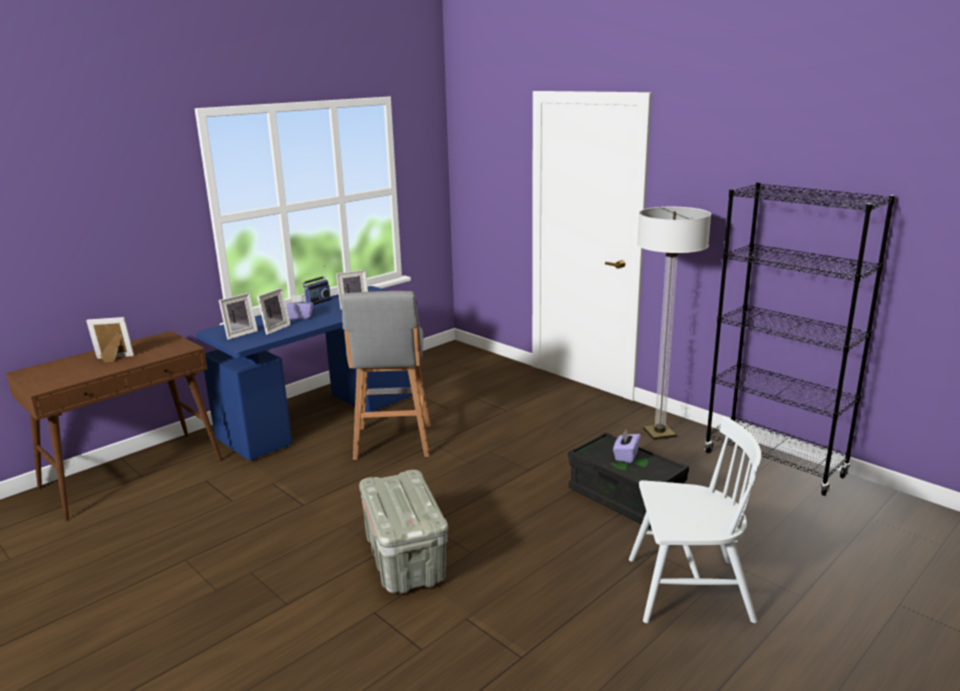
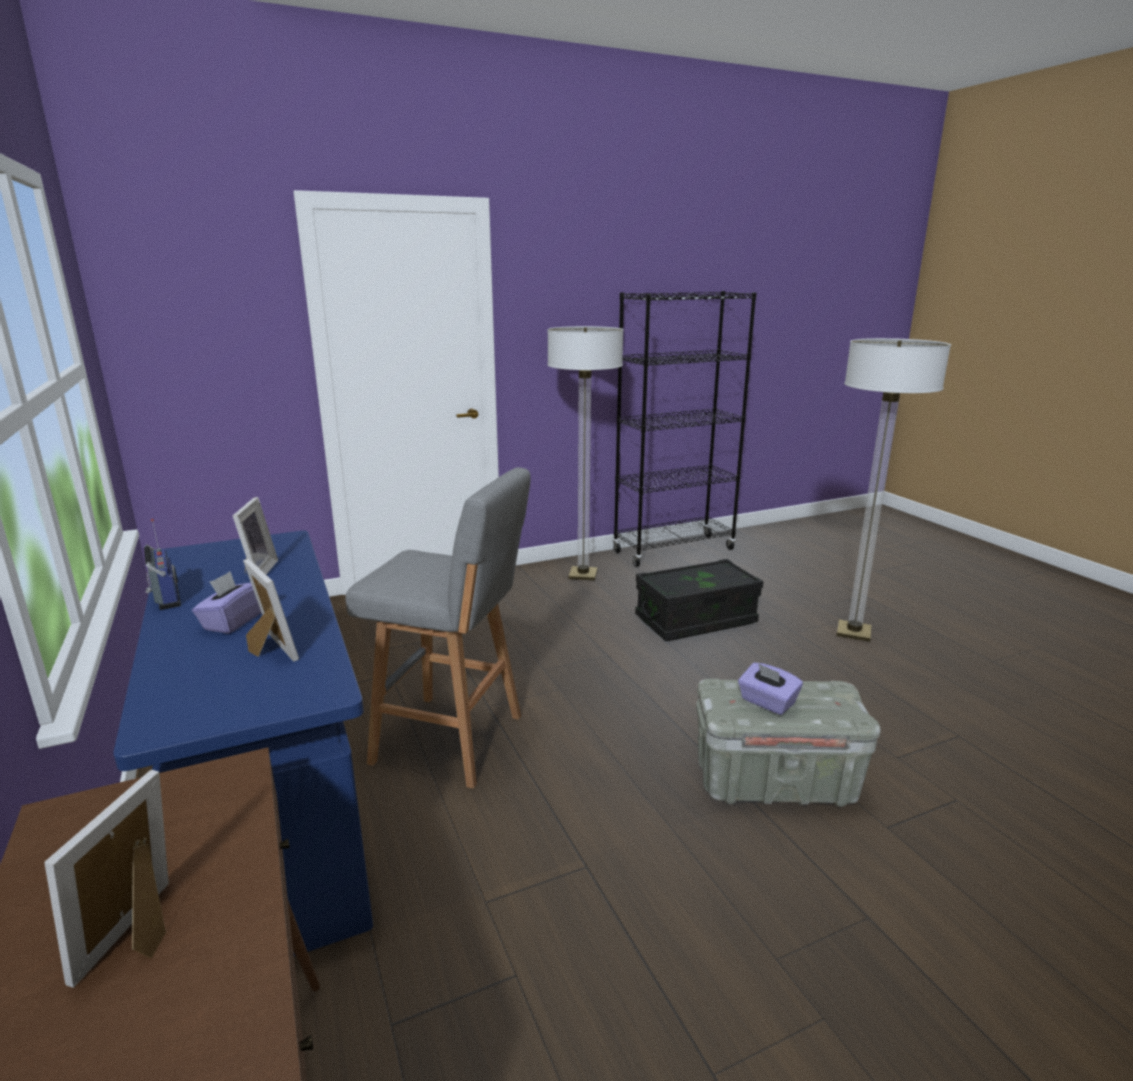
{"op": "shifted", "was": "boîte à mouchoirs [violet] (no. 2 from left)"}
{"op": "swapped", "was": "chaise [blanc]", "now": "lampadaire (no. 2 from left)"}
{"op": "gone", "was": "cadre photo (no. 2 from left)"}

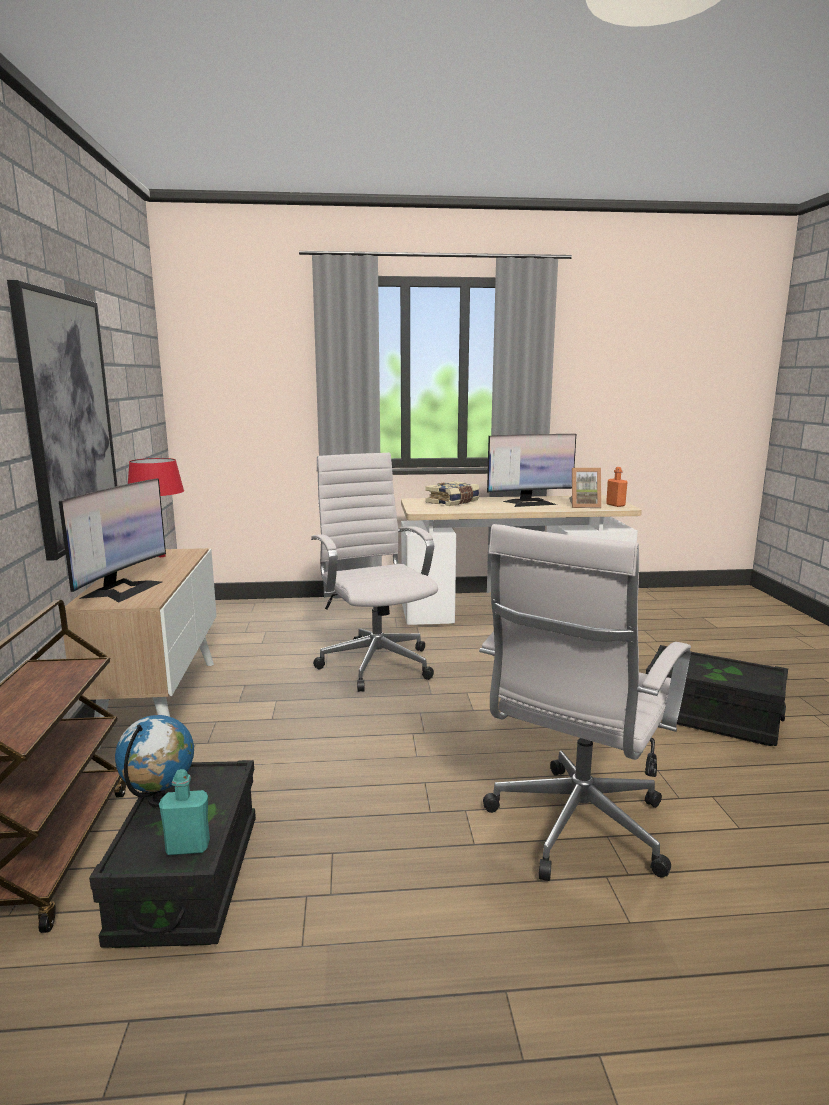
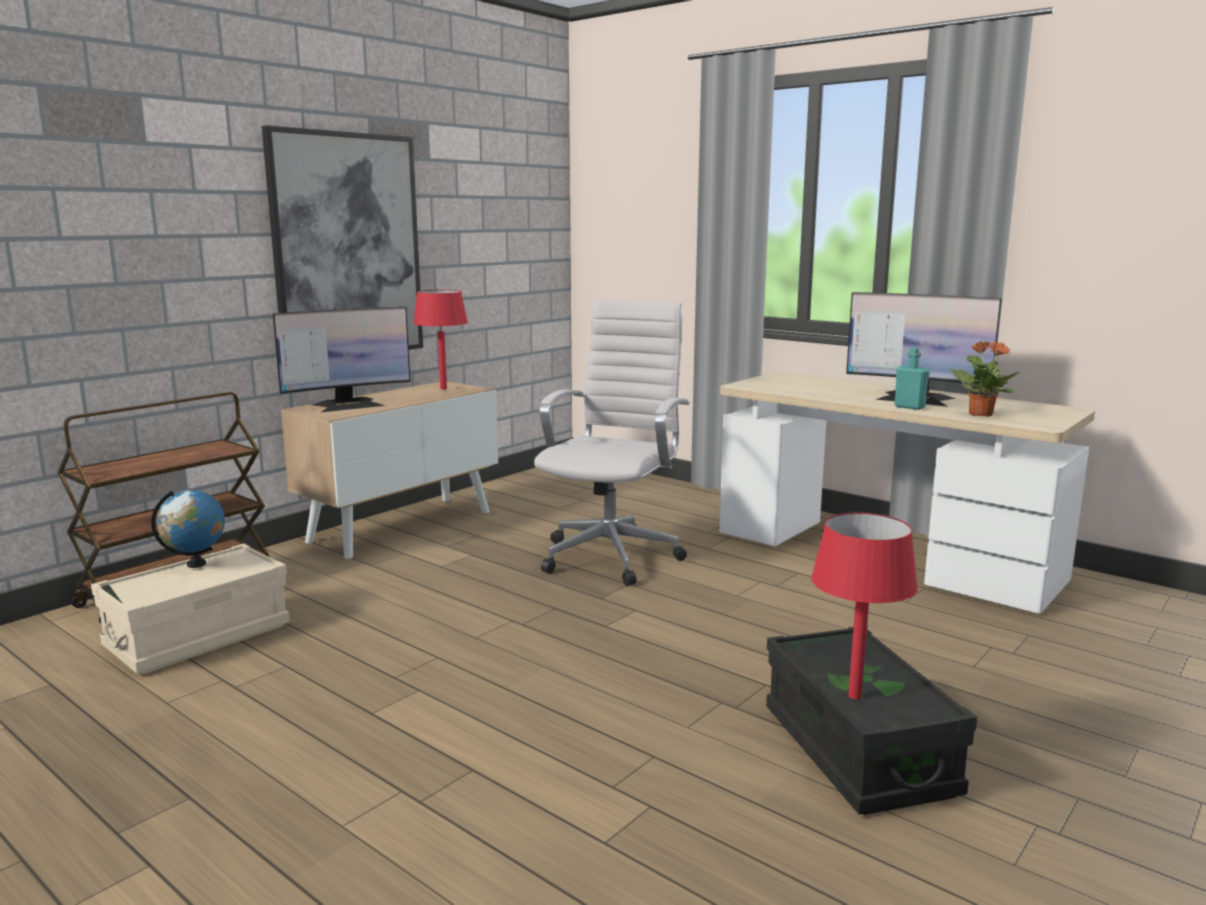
{"op": "repainted", "was": "boîte de rangement [noir] (no. 1 from left)", "now": "boîte de rangement [beige]"}
{"op": "new", "now": "lampe de table [rouge] (no. 2 from left)"}
{"op": "shifted", "was": "bouteille [turquoise]"}
{"op": "swapped", "was": "cadre photo", "now": "plante en pot"}
{"op": "gone", "was": "livre"}
{"op": "gone", "was": "chaise de bureau [blanc] (no. 2 from left)"}
{"op": "gone", "was": "bouteille [orange]"}

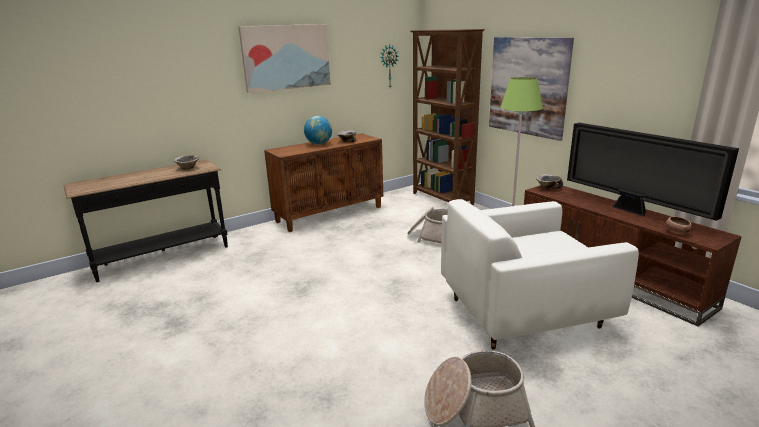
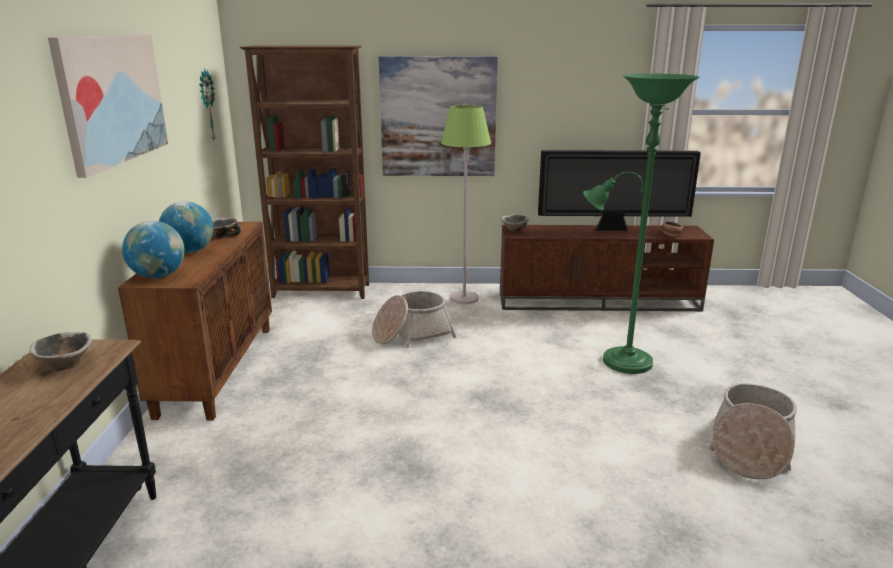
{"op": "new", "now": "globe (no. 1 from left)"}
{"op": "swapped", "was": "fauteuil [blanc]", "now": "lampadaire [vert] (no. 2 from left)"}

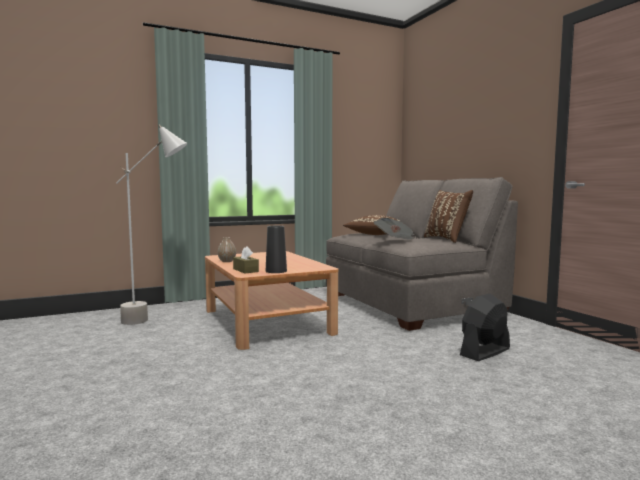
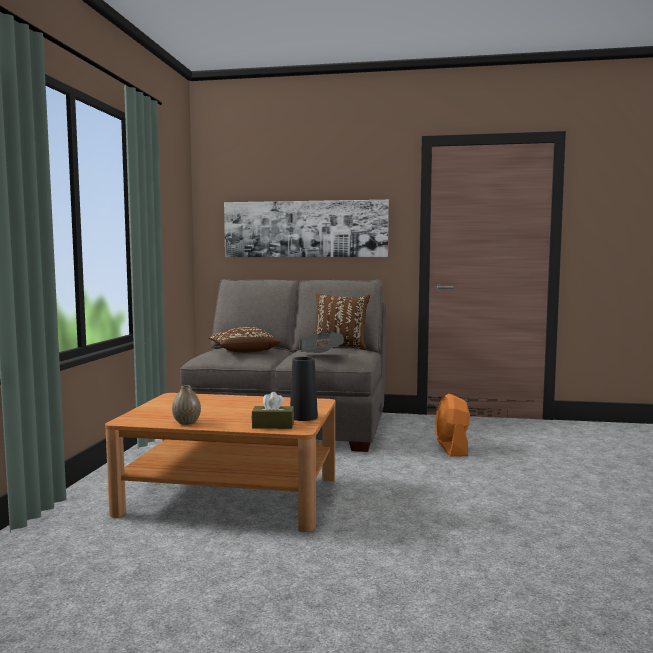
{"op": "new", "now": "tableau"}
{"op": "repainted", "was": "ventilateur [noir]", "now": "ventilateur [orange]"}
{"op": "gone", "was": "lampadaire [gris]"}

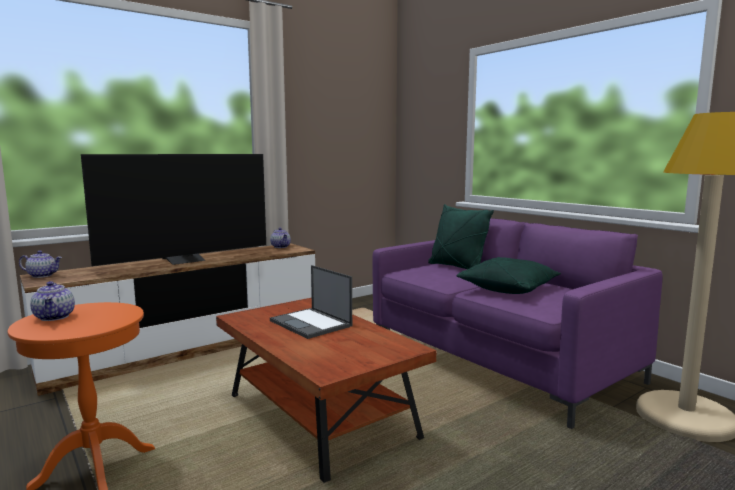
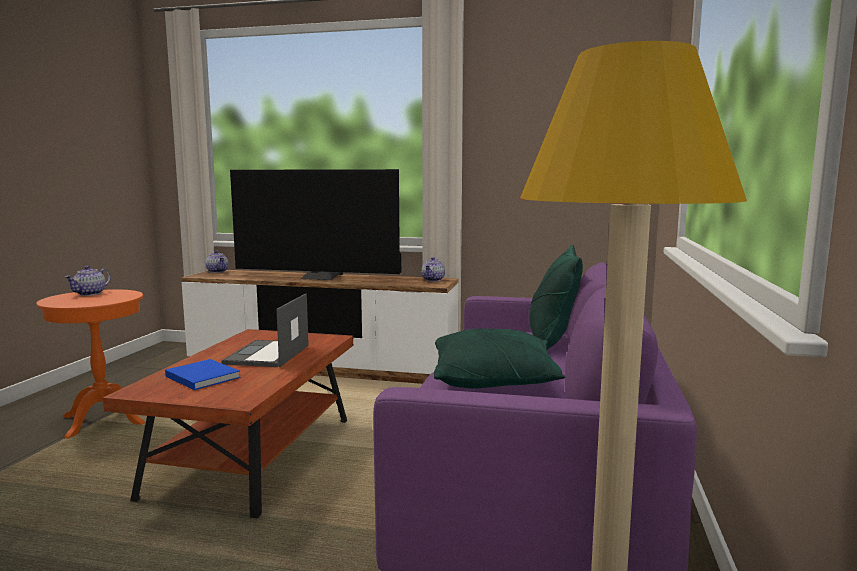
{"op": "new", "now": "livre [bleu]"}

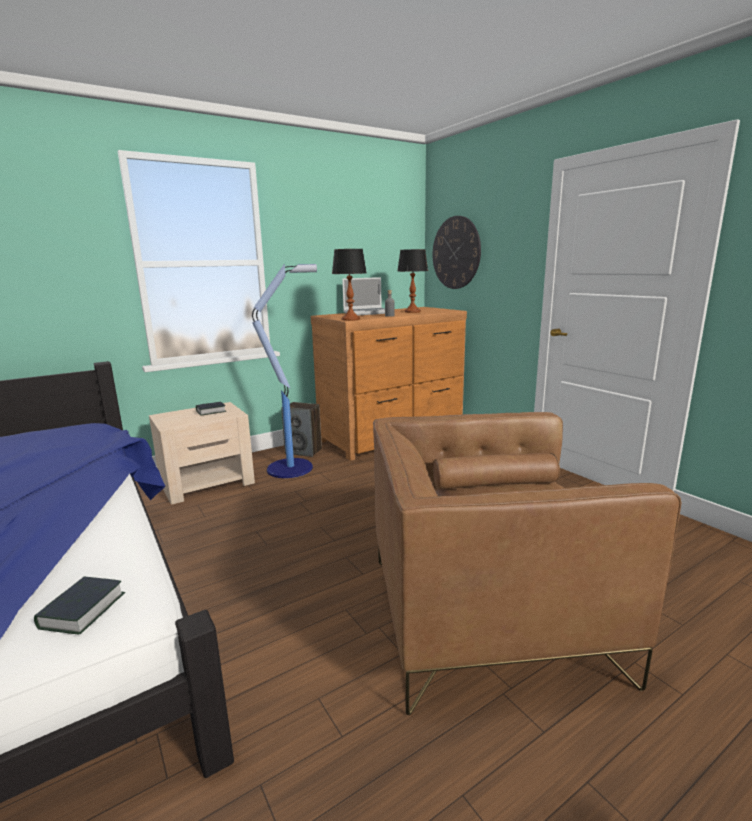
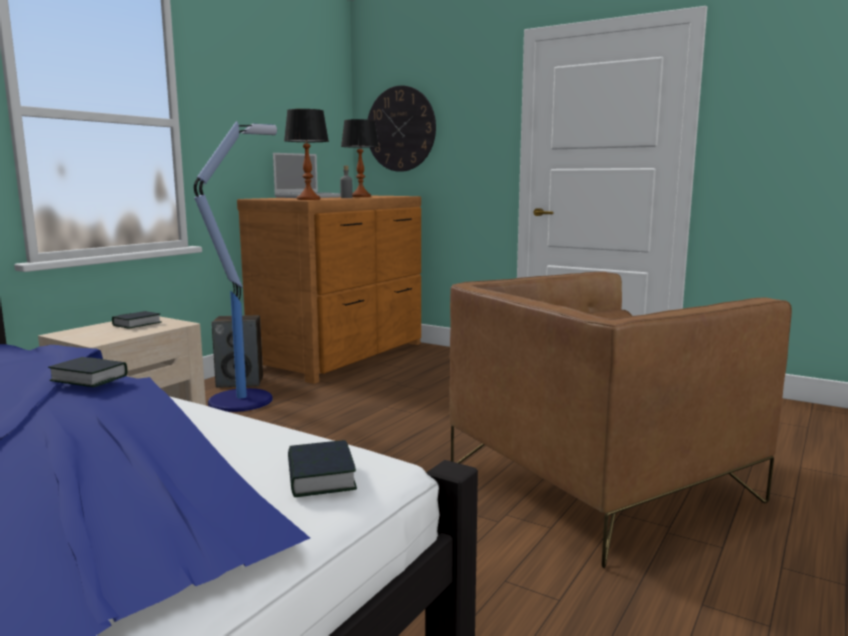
{"op": "new", "now": "livre (no. 1 from left)"}

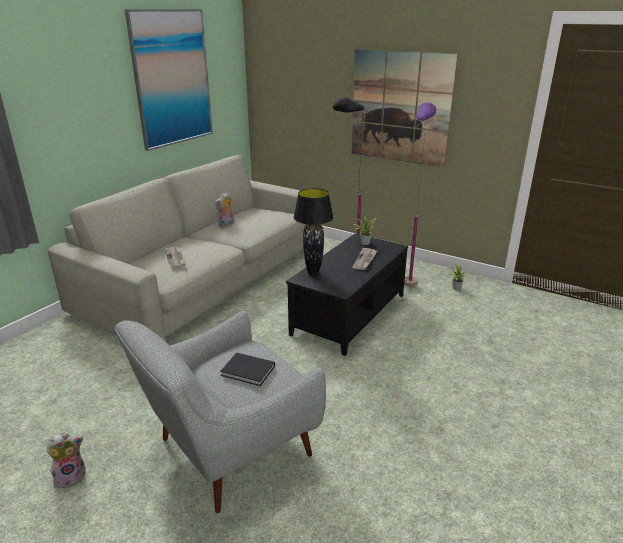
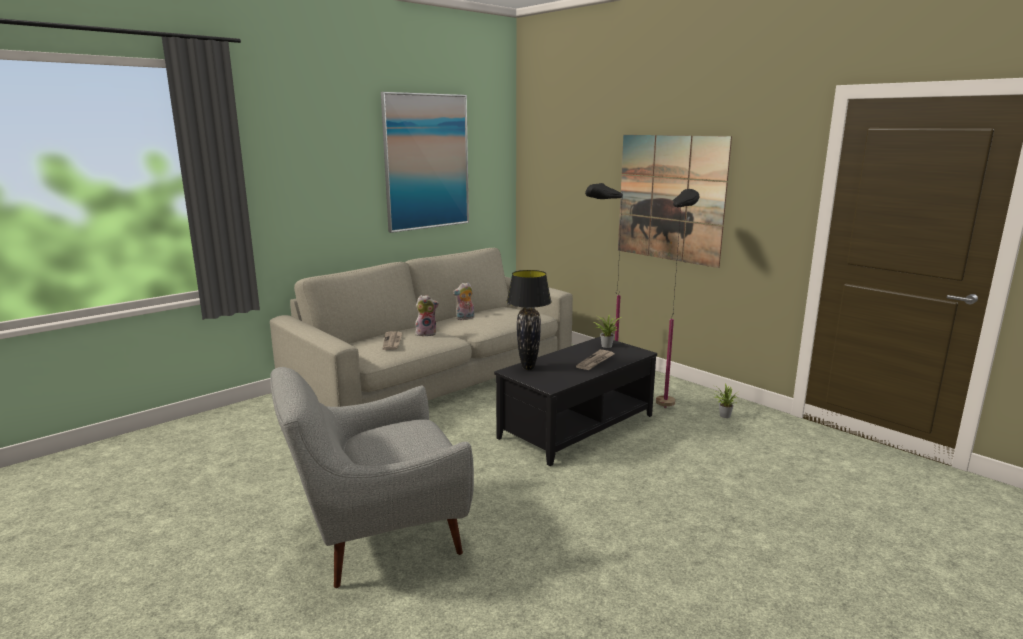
{"op": "shifted", "was": "peluche (no. 1 from left)"}
{"op": "repainted", "was": "lampadaire [violet]", "now": "lampadaire [noir] (no. 2 from left)"}
{"op": "gone", "was": "livre [noir]"}

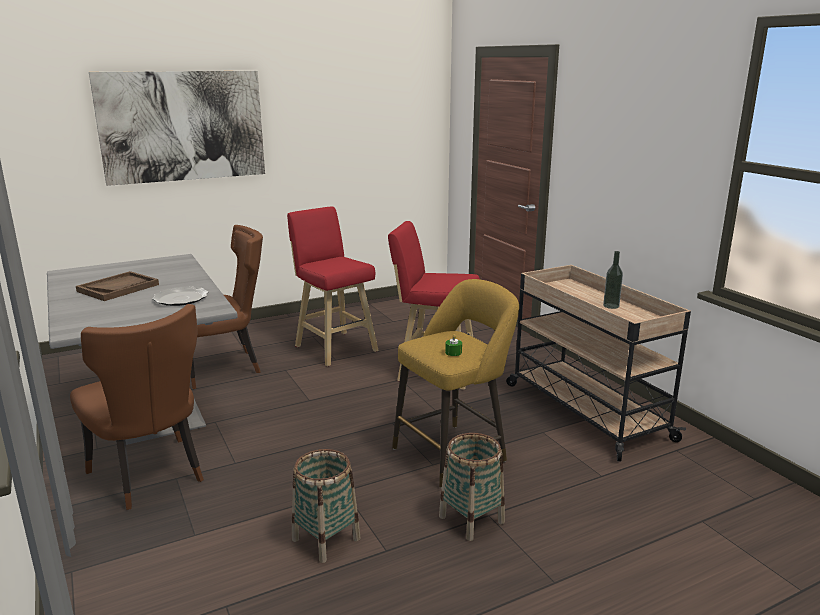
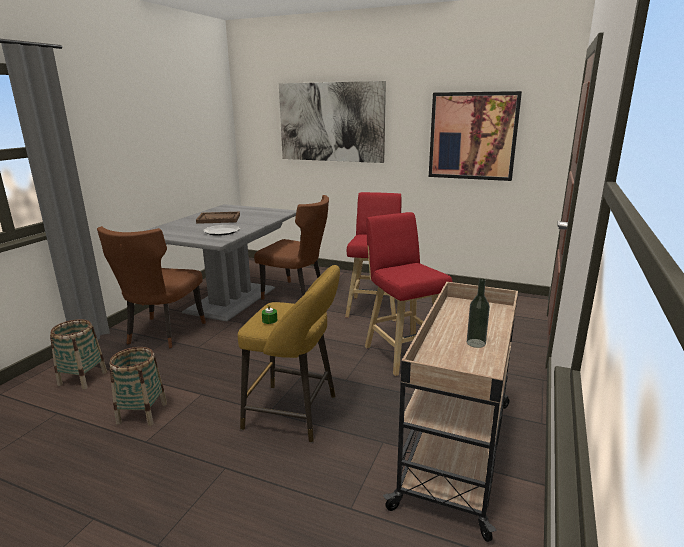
{"op": "shifted", "was": "panier (no. 2 from left in the first image)", "now": "panier (no. 1 from left)"}
{"op": "new", "now": "tableau (no. 2 from left)"}

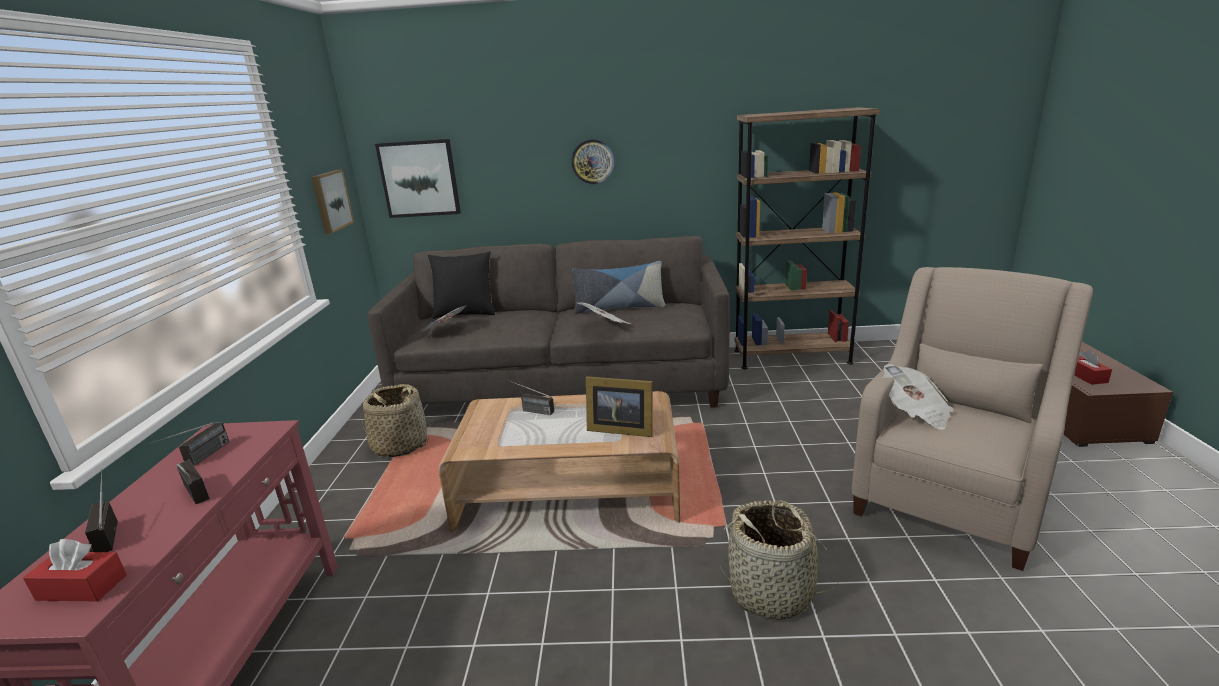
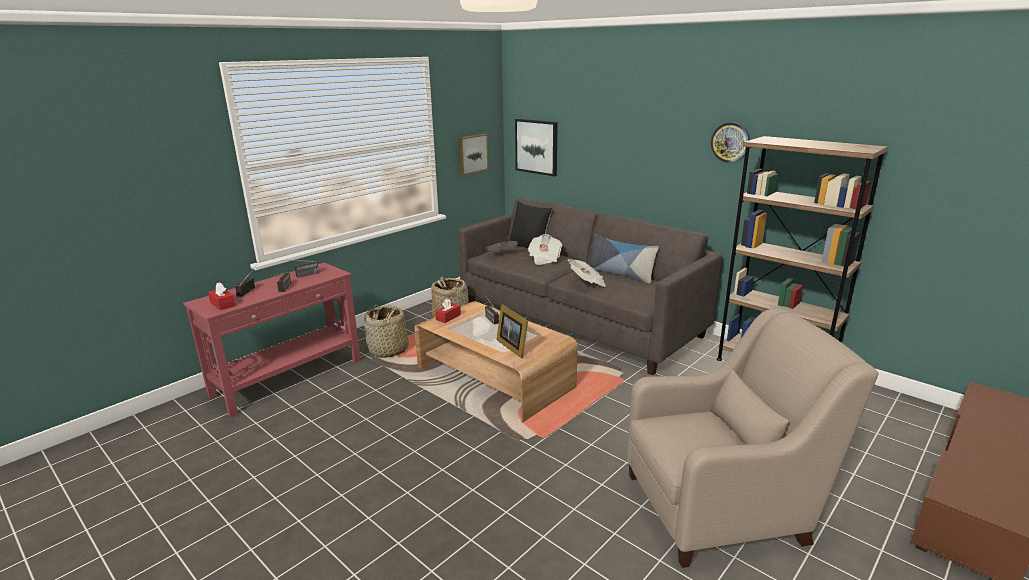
{"op": "shifted", "was": "panier (no. 2 from left in the first image)", "now": "panier (no. 1 from left)"}
{"op": "shifted", "was": "boîte à mouchoirs [rouge] (no. 2 from left)"}
{"op": "shifted", "was": "journal (no. 3 from left in the first image)", "now": "journal (no. 2 from left)"}
{"op": "shifted", "was": "horloge murale"}

